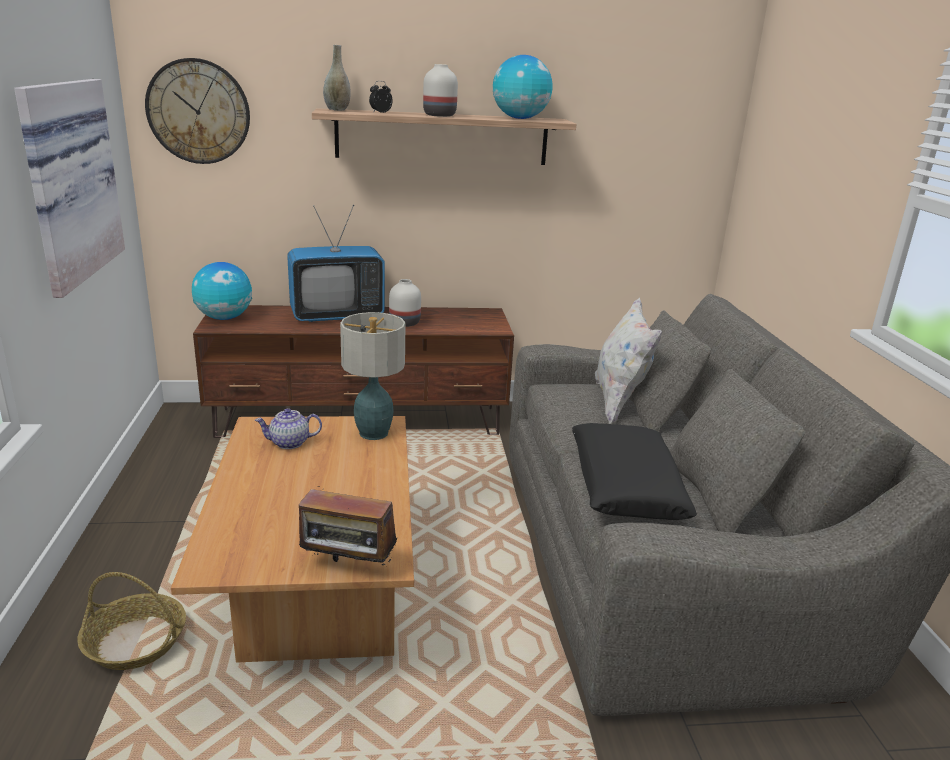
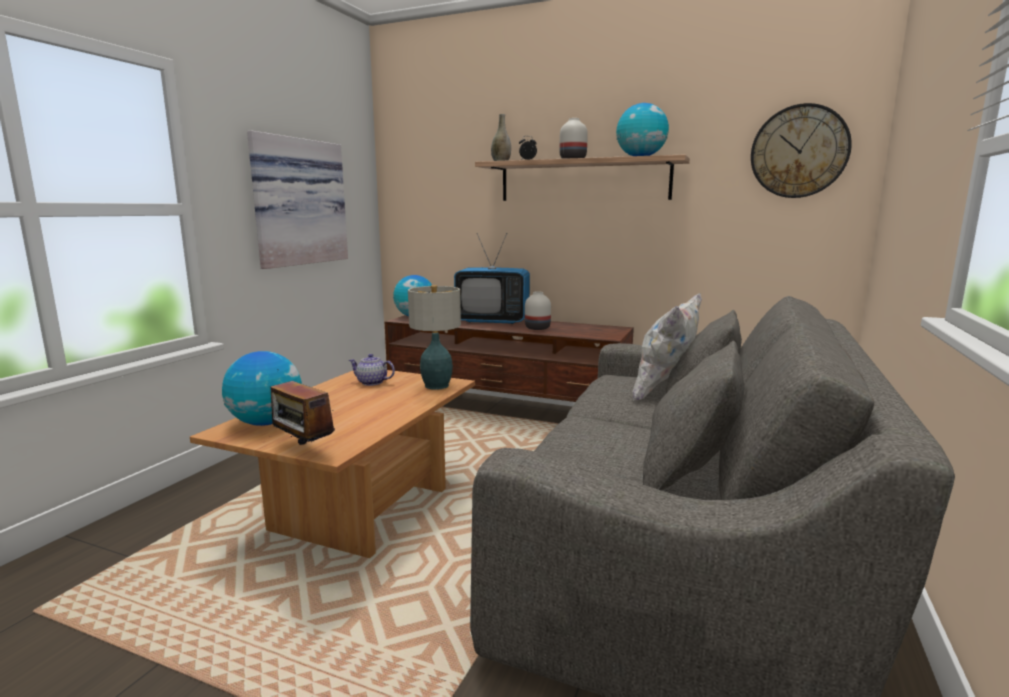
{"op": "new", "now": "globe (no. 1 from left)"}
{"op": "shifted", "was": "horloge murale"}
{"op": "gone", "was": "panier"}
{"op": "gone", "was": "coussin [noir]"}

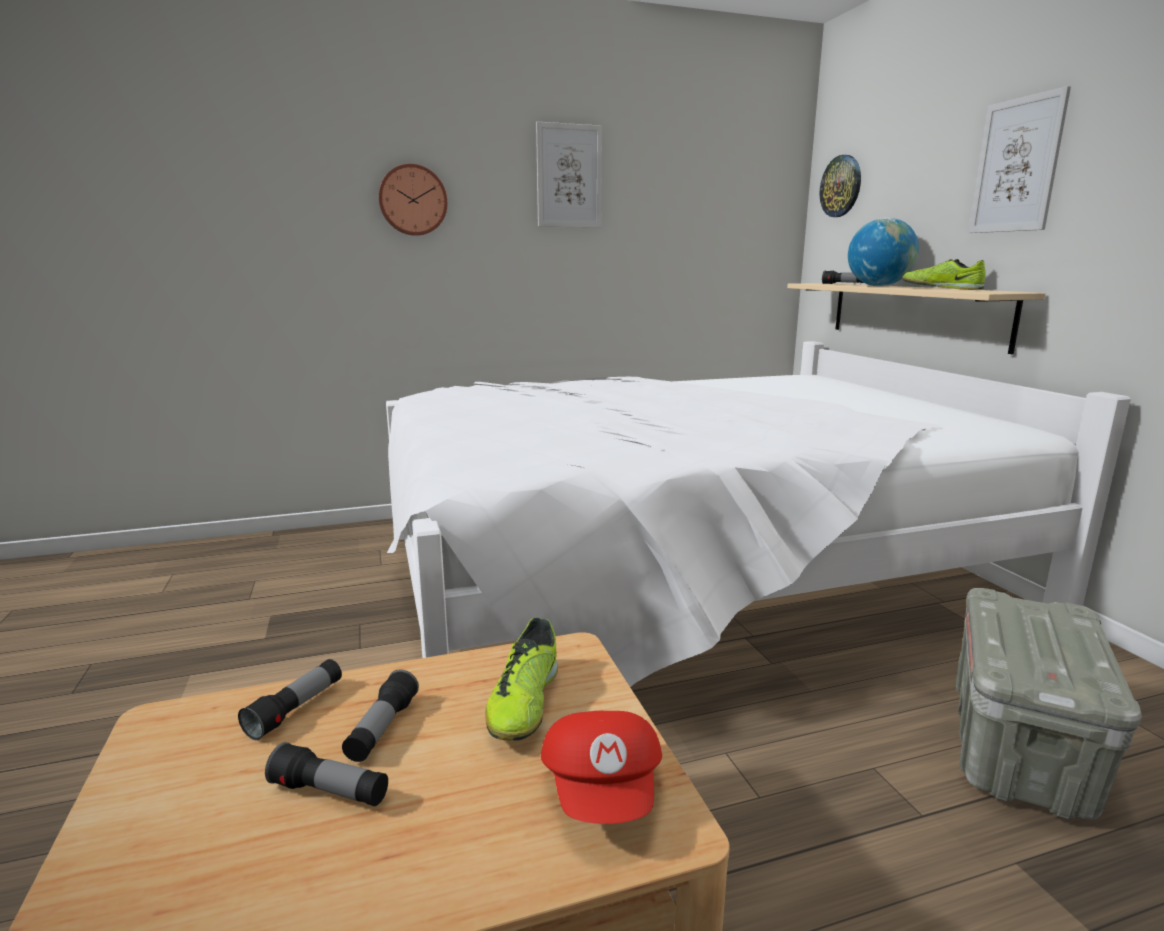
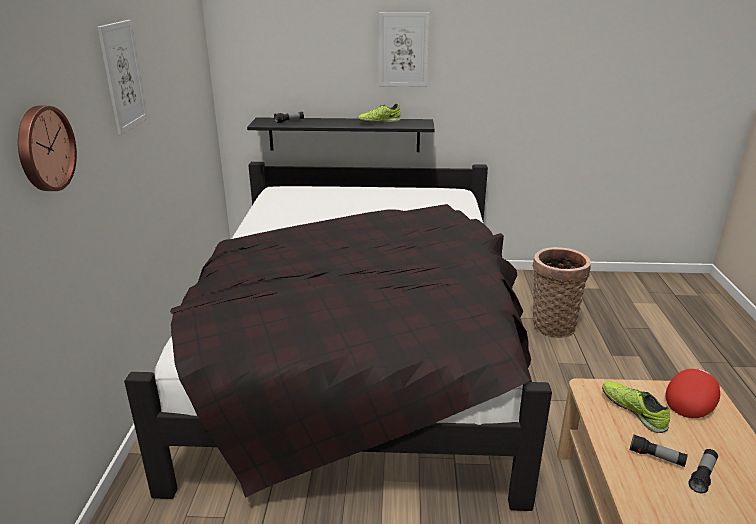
{"op": "repainted", "was": "lit [blanc]", "now": "lit [noir]"}
{"op": "repainted", "was": "étagère [beige]", "now": "étagère [noir]"}
{"op": "swapped", "was": "boîte de rangement [gris]", "now": "panier"}
{"op": "rotated", "was": "chaussure (no. 1 from left in the first image)", "clockwise": -150}
{"op": "rotated", "was": "casquette [rouge]", "clockwise": -60}
{"op": "gone", "was": "lampe de poche (no. 1 from left)"}
{"op": "gone", "was": "horloge murale (no. 2 from left)"}
{"op": "gone", "was": "globe"}

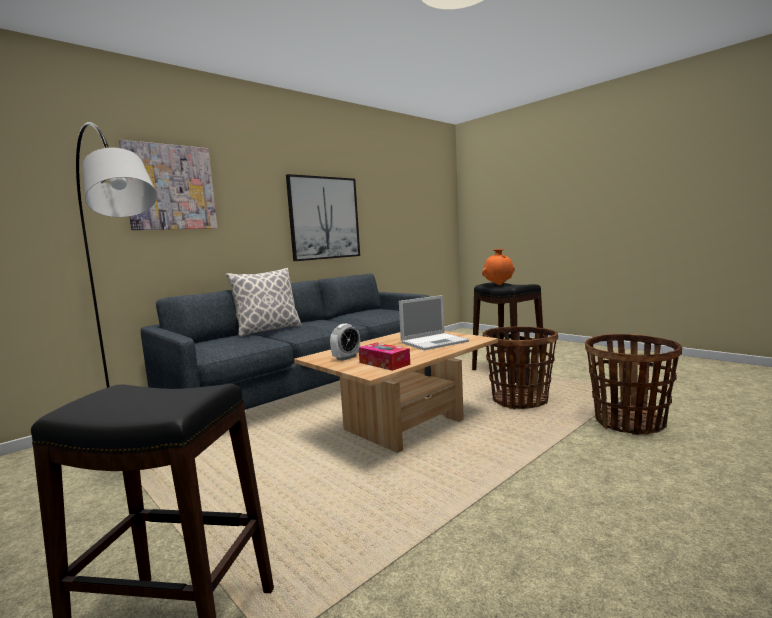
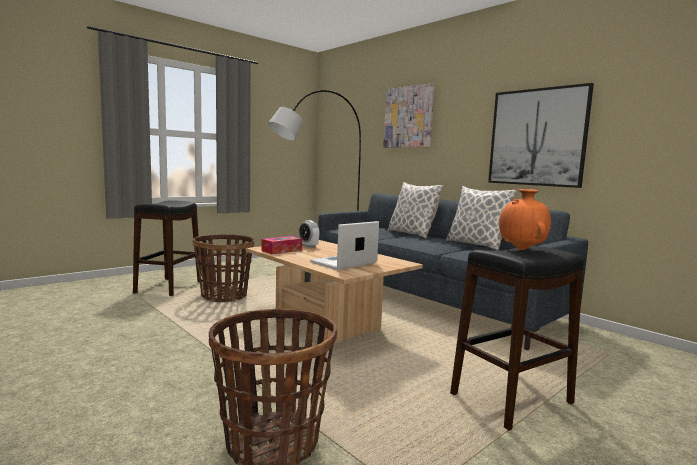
{"op": "shifted", "was": "panier (no. 1 from left)"}
{"op": "rotated", "was": "ordinateur portable", "clockwise": 75}
{"op": "new", "now": "coussin (no. 2 from left)"}

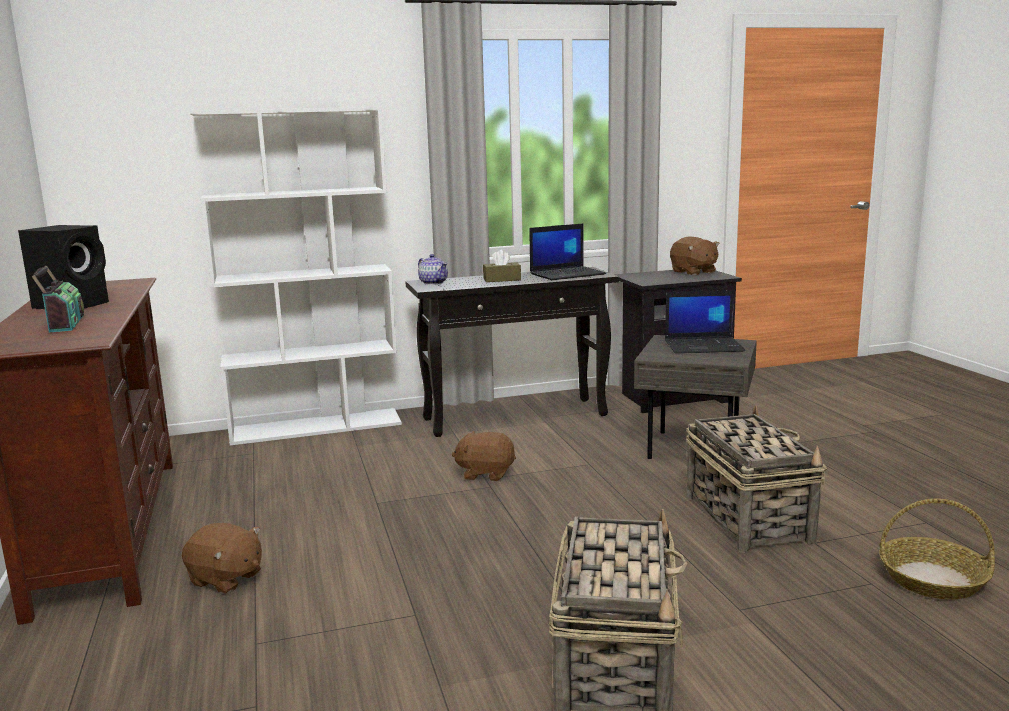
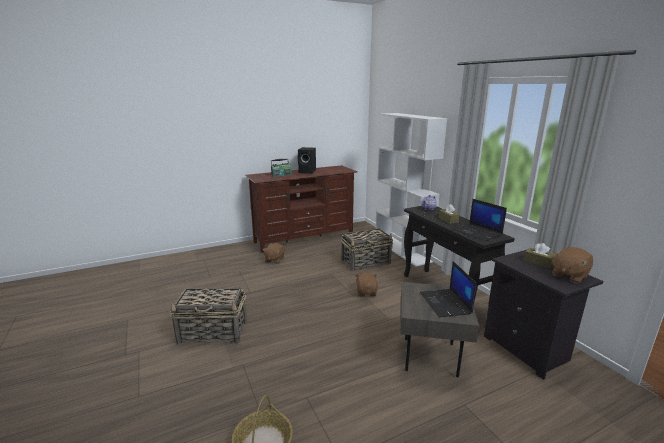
{"op": "shifted", "was": "panier (no. 2 from left in the first image)", "now": "panier (no. 3 from left)"}
{"op": "new", "now": "boîte à mouchoirs [marron] (no. 2 from left)"}

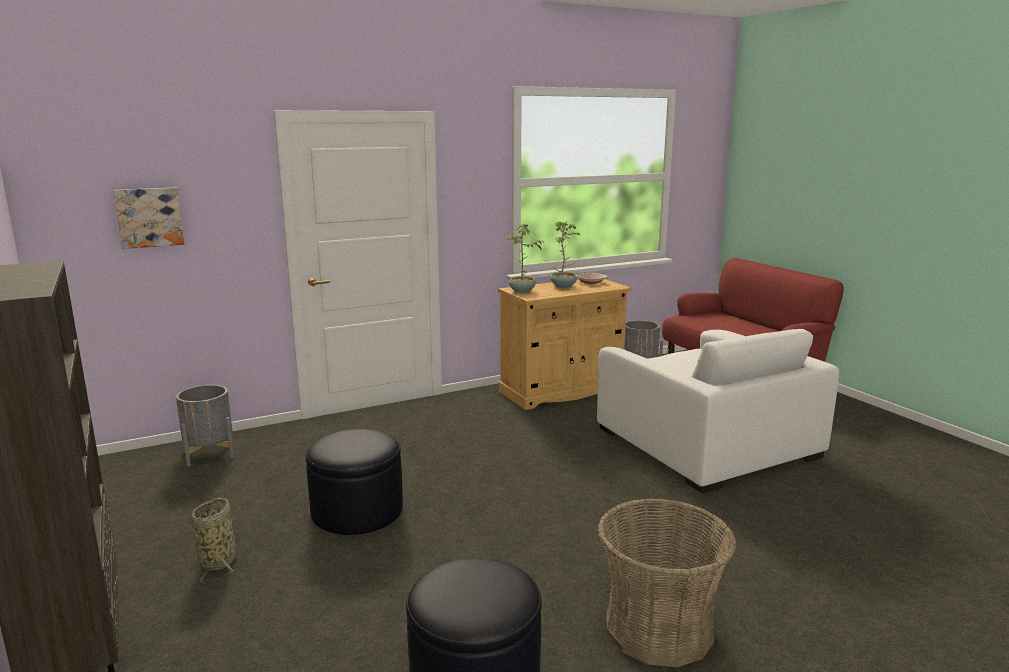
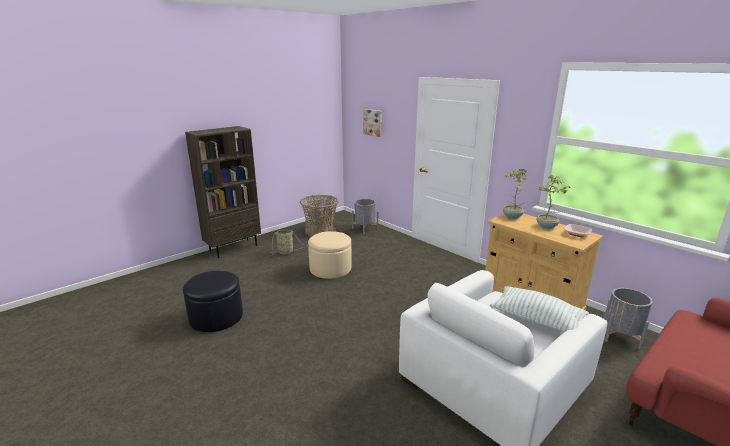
{"op": "shifted", "was": "panier (no. 2 from left)"}
{"op": "repainted", "was": "pouf [noir] (no. 1 from left)", "now": "pouf [beige]"}
{"op": "new", "now": "coussin"}

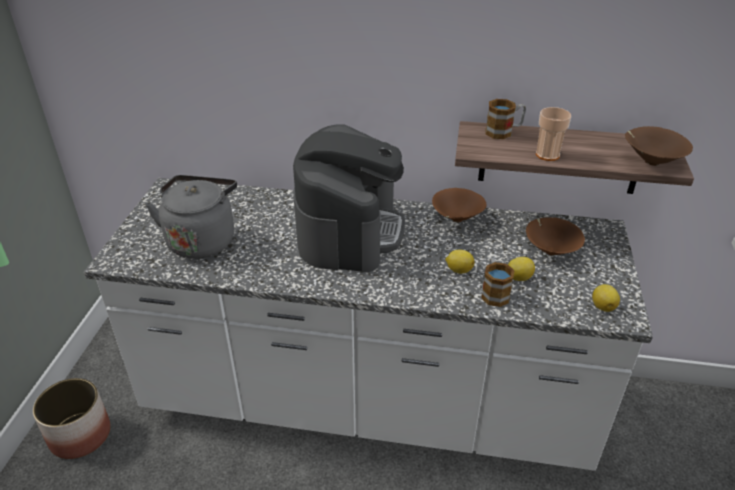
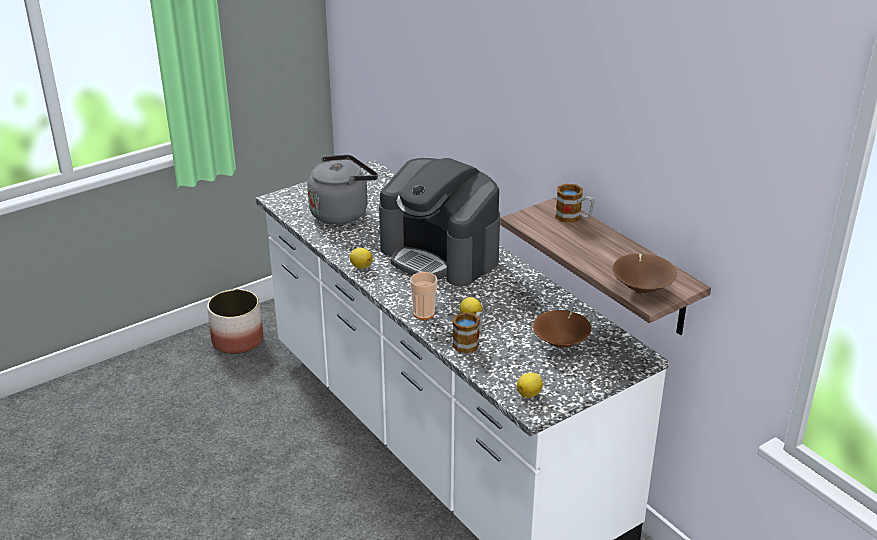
{"op": "shifted", "was": "citron (no. 2 from left in the first image)", "now": "citron (no. 1 from left)"}
{"op": "rotated", "was": "machine à café", "clockwise": 75}
{"op": "shifted", "was": "tasse"}
{"op": "gone", "was": "bol [marron] (no. 1 from left)"}

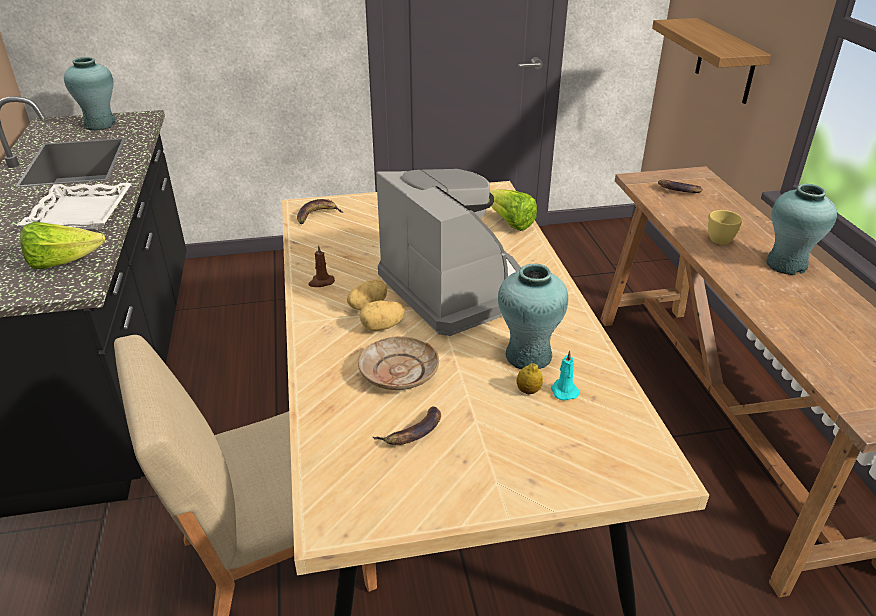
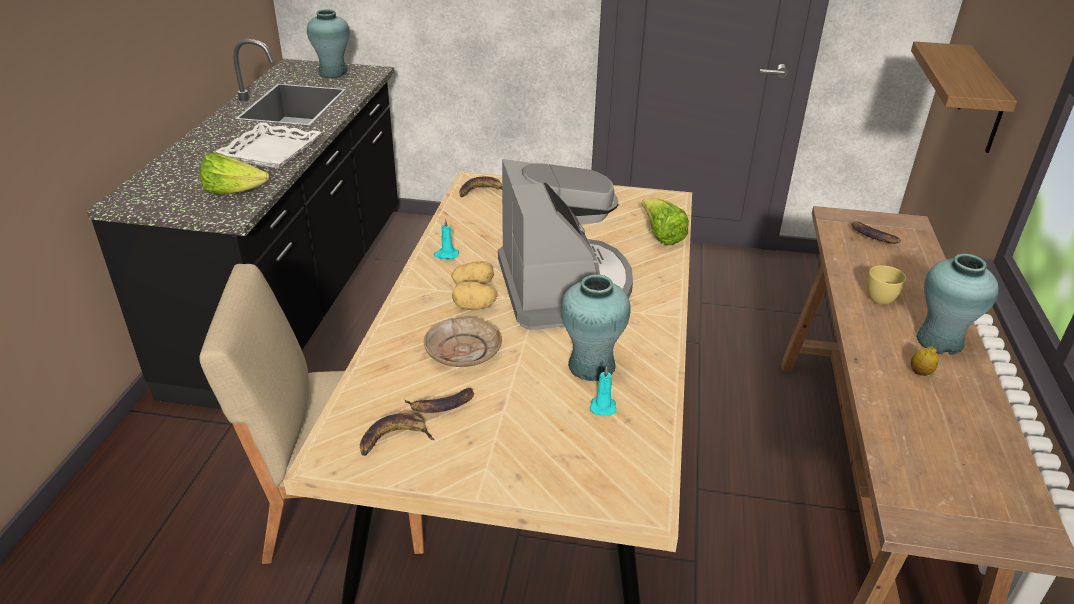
{"op": "new", "now": "banane (no. 1 from left)"}
{"op": "repainted", "was": "bougie [marron]", "now": "bougie [turquoise] (no. 1 from left)"}
{"op": "shifted", "was": "citron"}

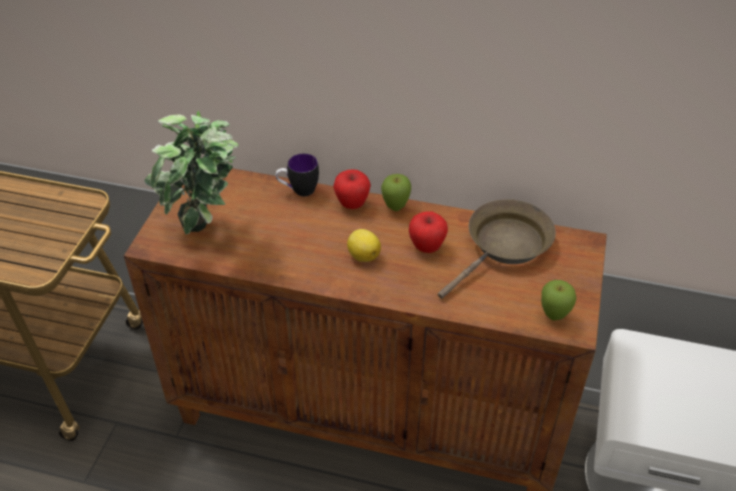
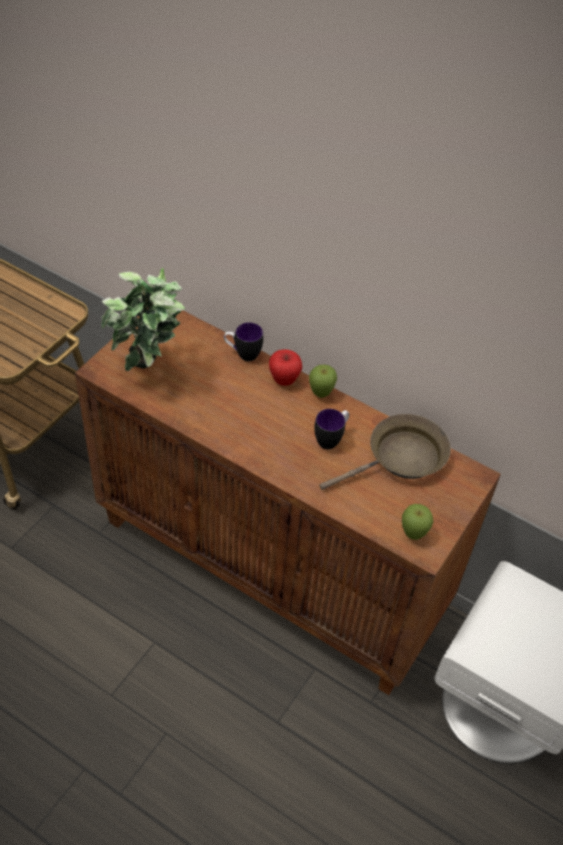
{"op": "swapped", "was": "pomme (no. 3 from left)", "now": "mug (no. 2 from left)"}
{"op": "gone", "was": "citron"}

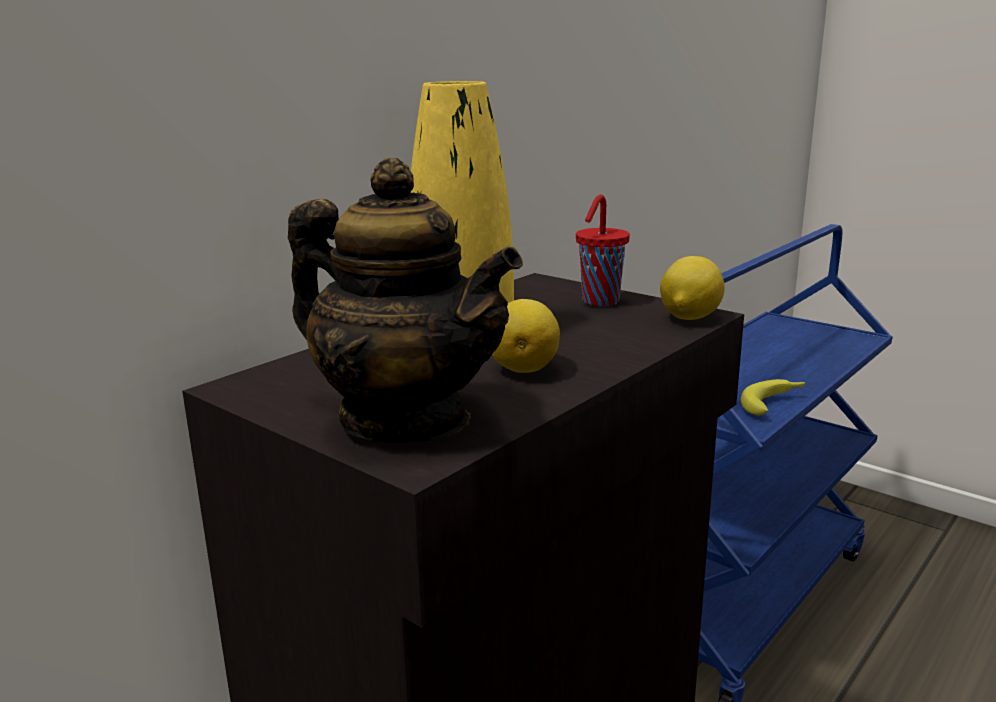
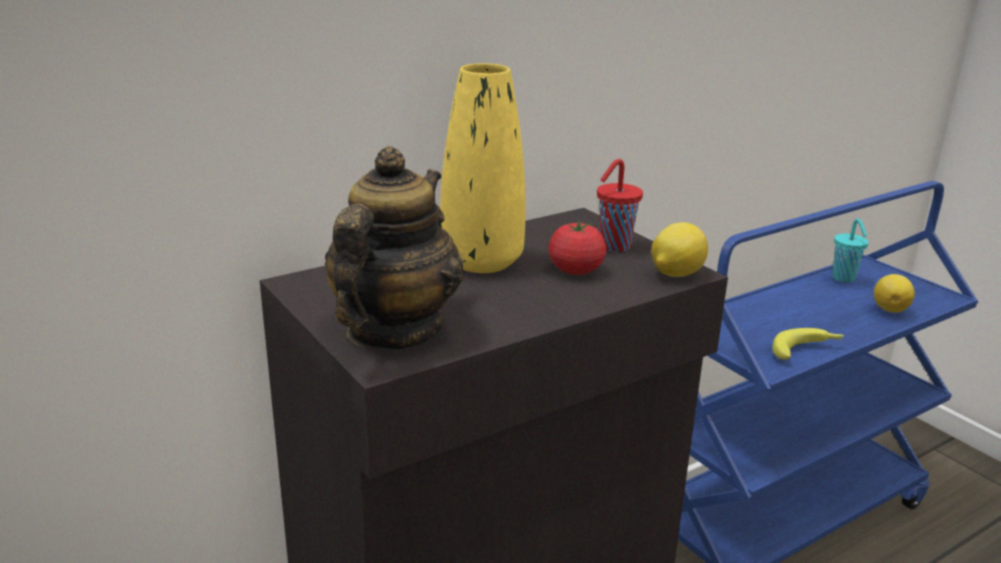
{"op": "rotated", "was": "théière", "clockwise": -120}
{"op": "new", "now": "tomate"}
{"op": "new", "now": "tasse [turquoise]"}
{"op": "shifted", "was": "citron (no. 1 from left in the first image)", "now": "citron (no. 2 from left)"}

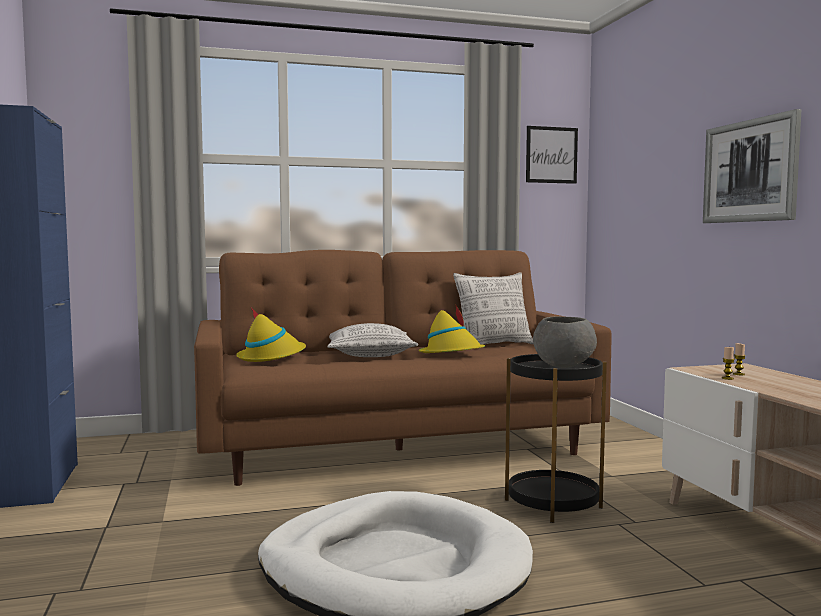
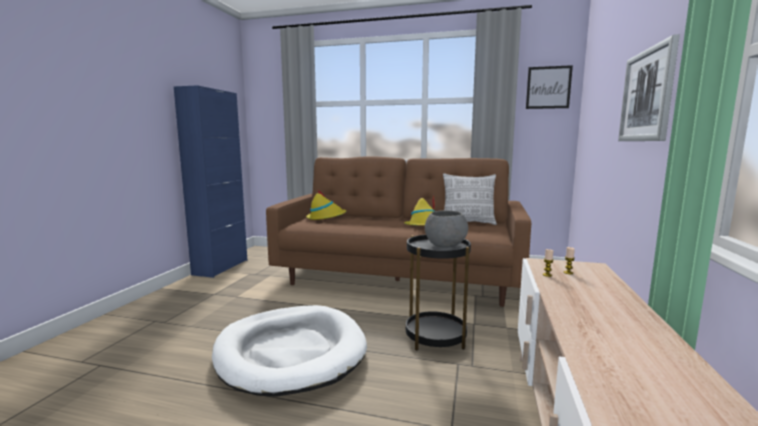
{"op": "gone", "was": "coussin (no. 1 from left)"}

